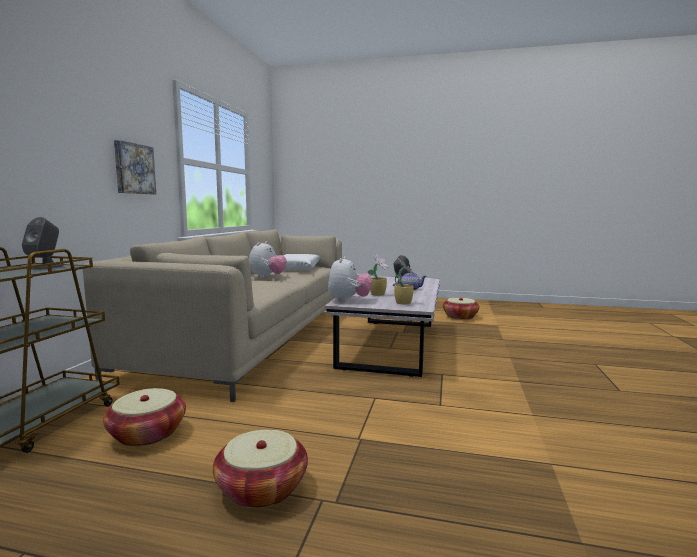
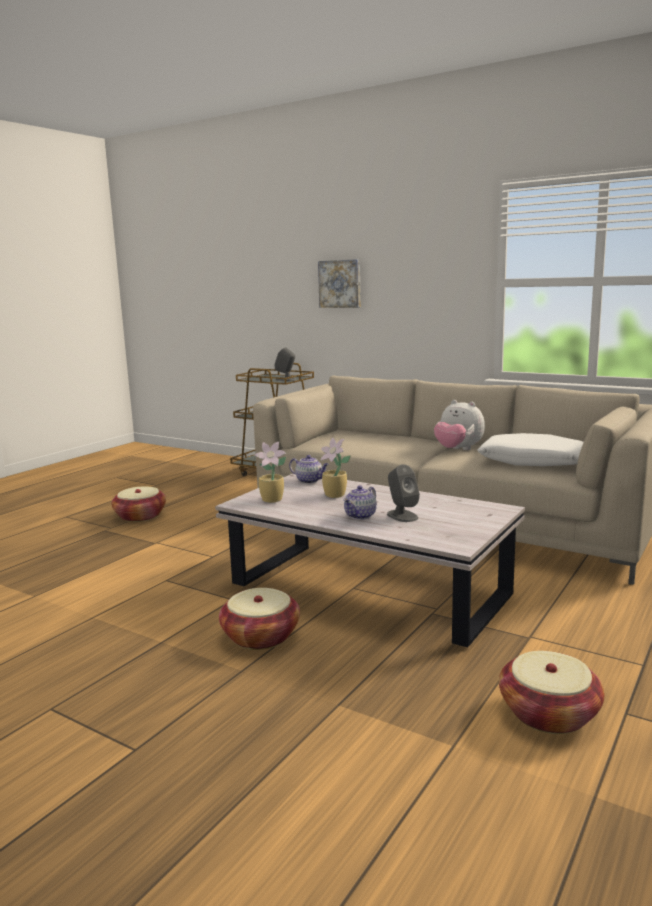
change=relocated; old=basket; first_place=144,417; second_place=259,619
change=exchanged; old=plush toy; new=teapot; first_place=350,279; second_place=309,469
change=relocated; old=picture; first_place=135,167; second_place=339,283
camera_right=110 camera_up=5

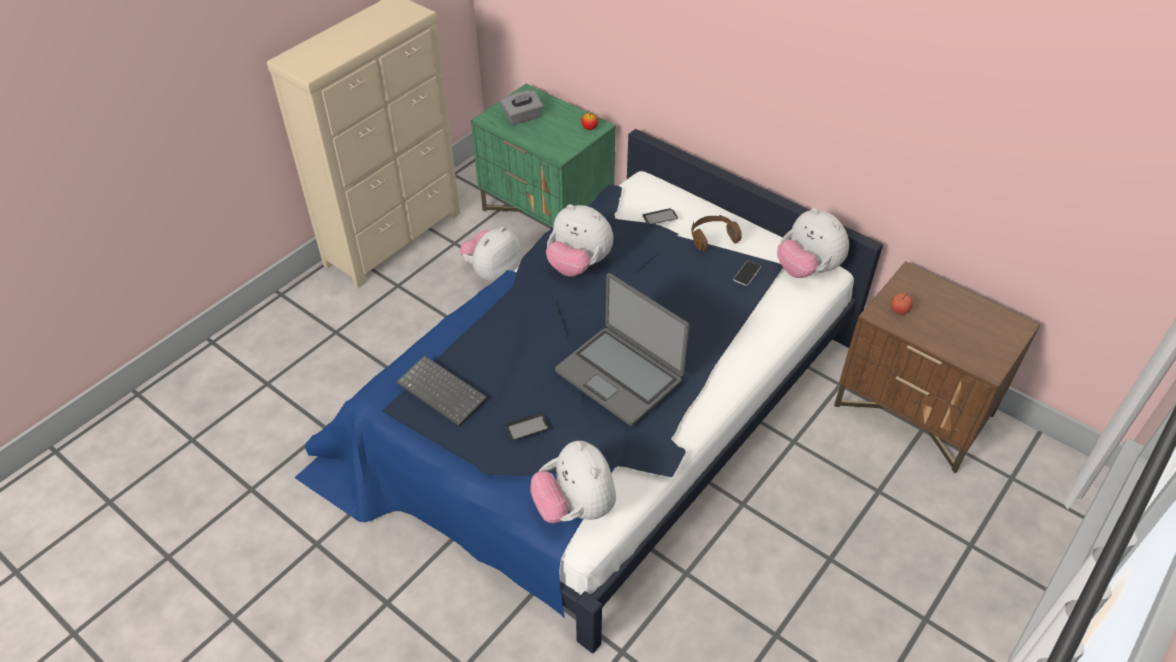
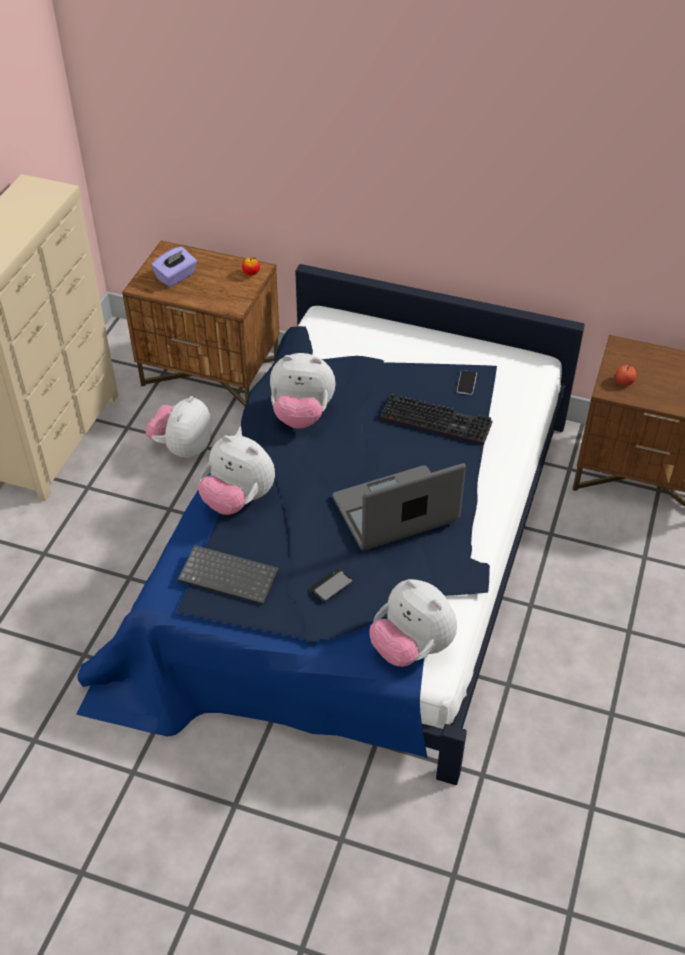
change=colour; old=nightstand (green); new=nightstand (brown); first_place=543,156; second_place=201,324
change=colour; old=tissue box (grey); new=tissue box (purple); first_place=522,107; second_place=174,266
change=relocated; old=plush toy; first_place=813,243; second_place=236,475
change=spun; old=laptop; first_place=622,349; second_place=399,507; degrees=135
change=appeared; new=keyboard; second_place=436,419
change=missing; old=phone; first_place=660,216
change=missing; old=headphones (brown); first_place=716,233
camera_right=-20 camera_up=0

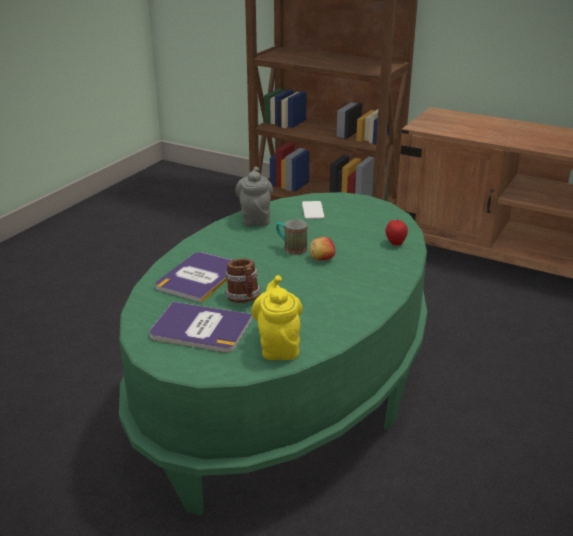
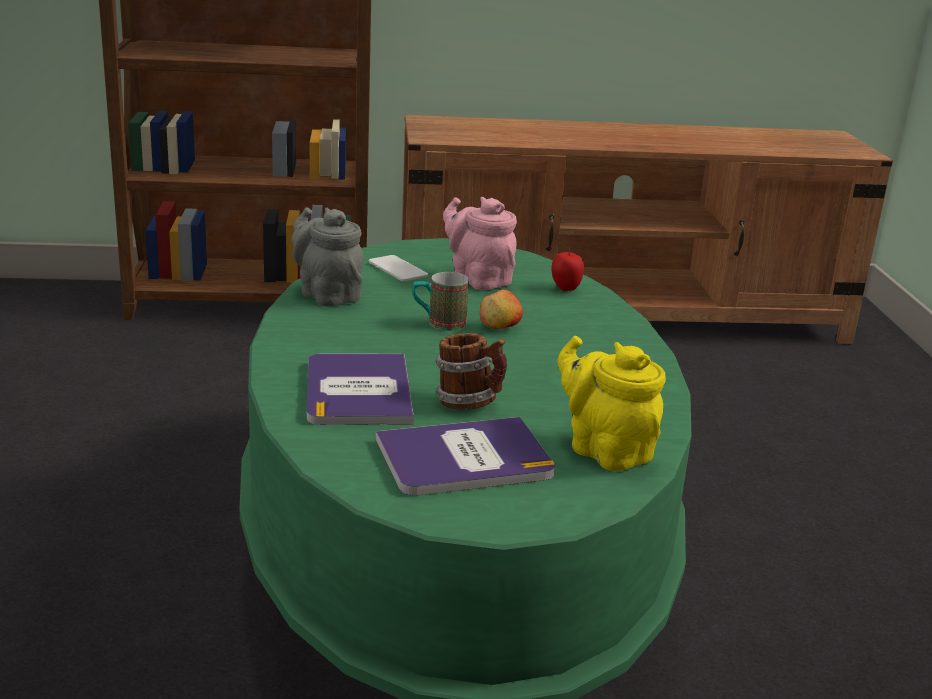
change=appeared; new=teapot (pink); second_place=480,243
camera_right=-35 camera_up=-5

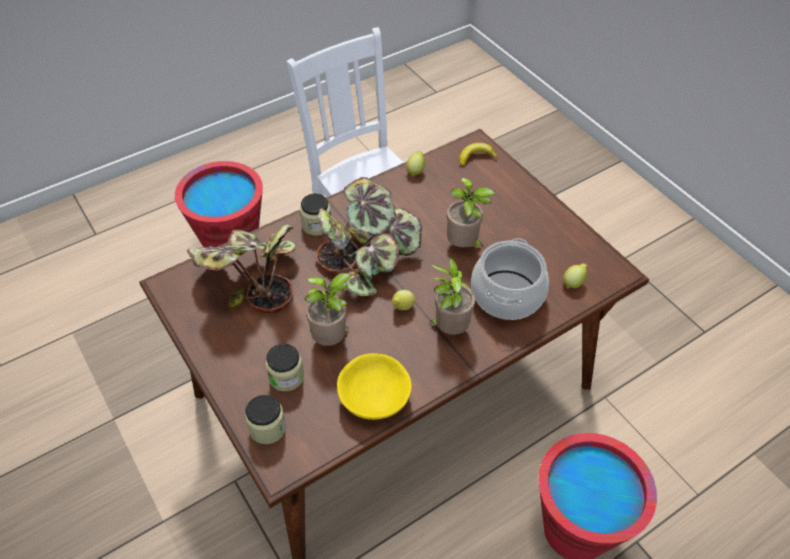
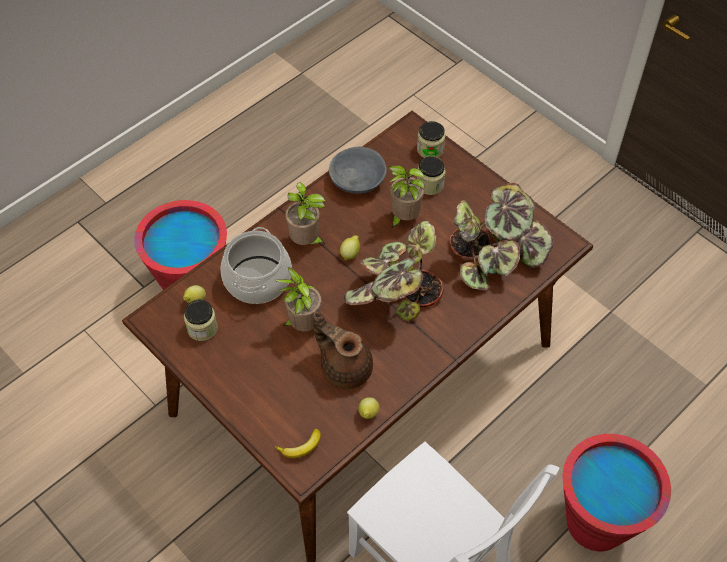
change=relocated; old=jar; first_place=315,214; second_place=201,320
change=appeared; new=teapot (brown); second_place=343,350
change=colour; old=bowl (yellow); new=bowl (grey); first_place=374,386; second_place=358,170
camera_right=170 camera_up=5

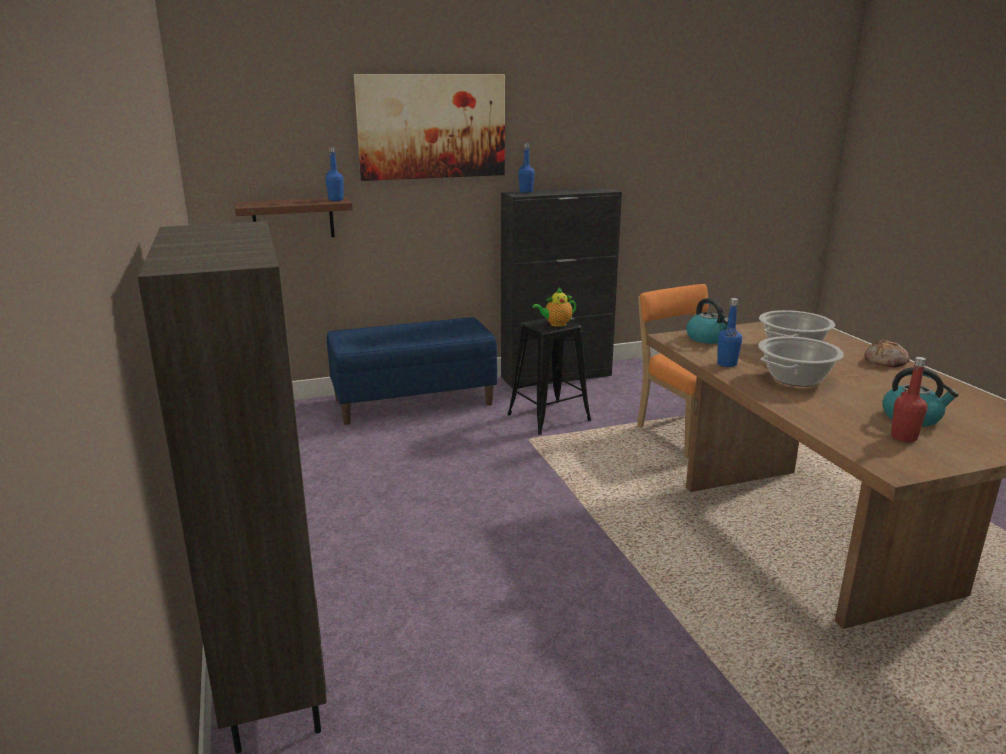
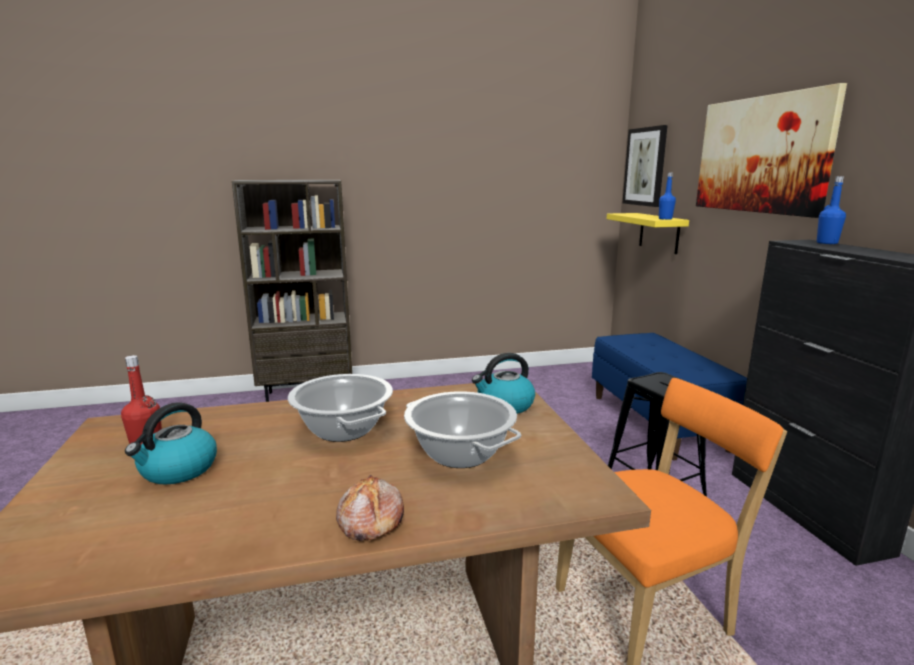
change=colour; old=shelf (brown); new=shelf (yellow); first_place=293,217; second_place=648,233
change=appeared; new=picture; second_place=645,166
change=missing; old=teapot; first_place=554,307
change=missing; old=bottle (blue); first_place=729,332
camera_right=95 camera_up=-5

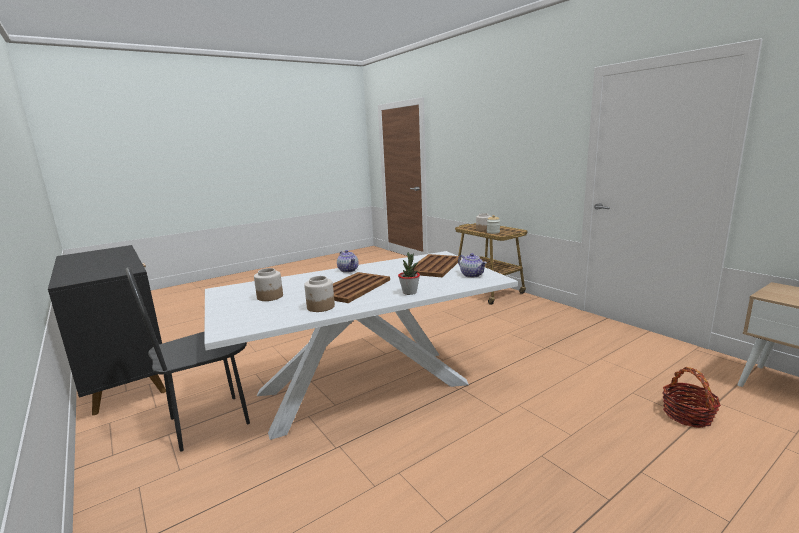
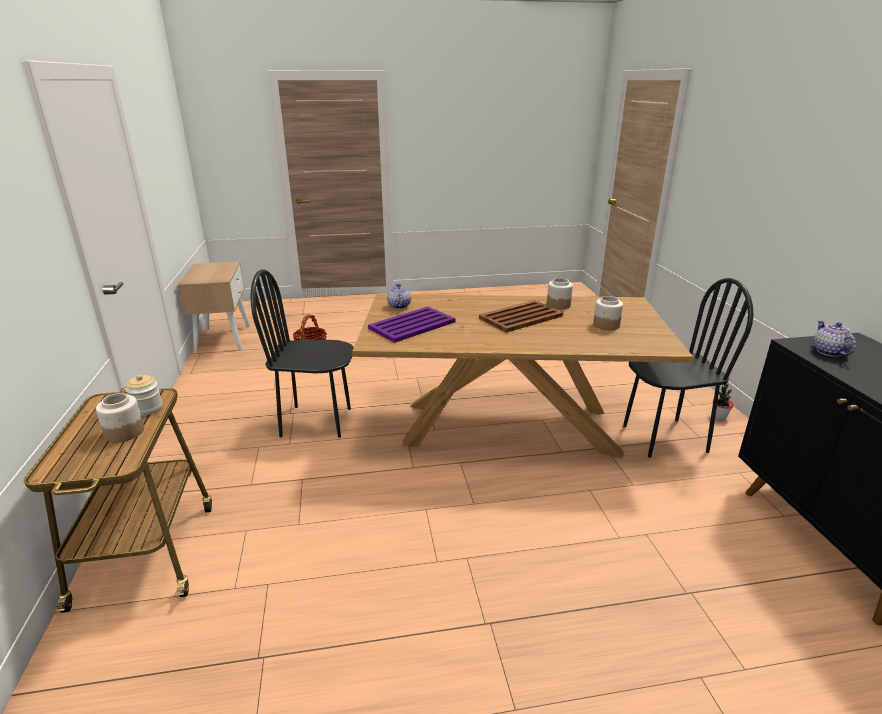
change=appeared; new=chair (black); second_place=302,353
change=colour; old=dining table (white); new=dining table (brown); first_place=361,345; second_place=522,376
change=colour; old=tray (brown); new=tray (purple); first_place=437,266; second_place=411,325
change=relocated; old=potted plant; first_place=409,273; second_place=723,402
change=relocated; old=teapot; first_place=348,261; second_place=834,338
camera_right=-155 camera_up=10

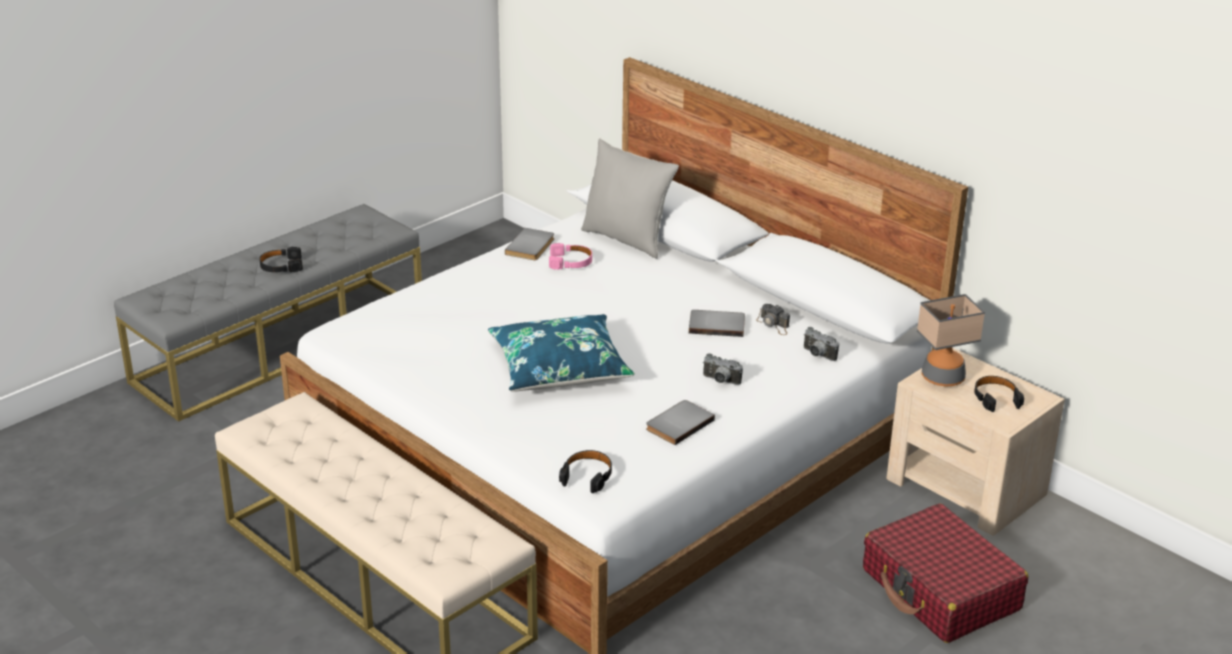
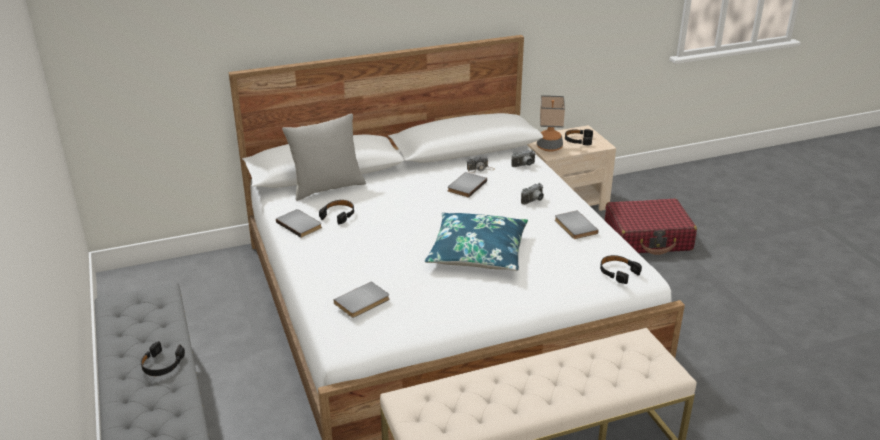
change=colour; old=headphones (pink); new=headphones (black); first_place=570,256; second_place=336,212
change=appeared; new=book (grey); second_place=361,299
camera_right=-65 camera_up=0

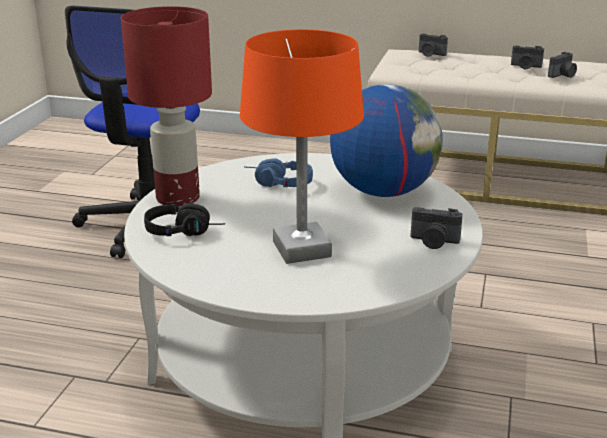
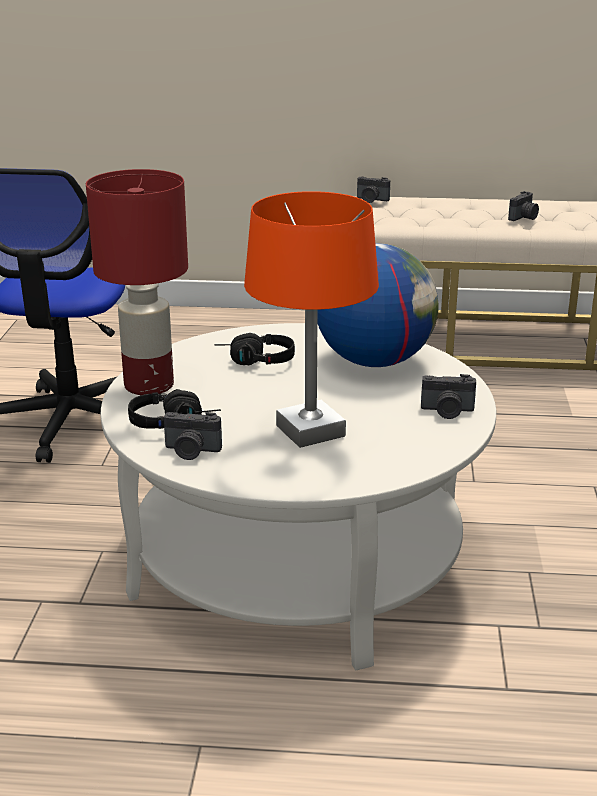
change=relocated; old=photo camera; first_place=527,57; second_place=193,436
change=colour; old=headphones (blue); new=headphones (black); first_place=278,172; second_place=254,349
camera_right=-10 camera_up=0

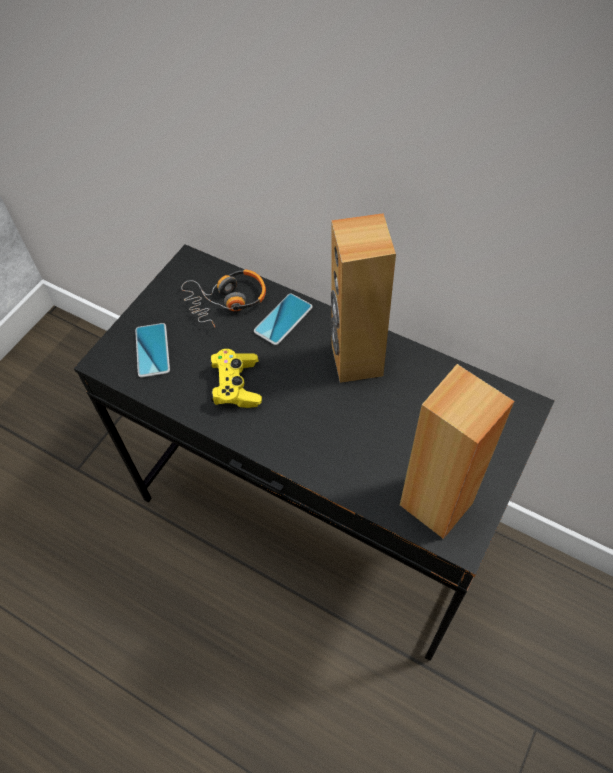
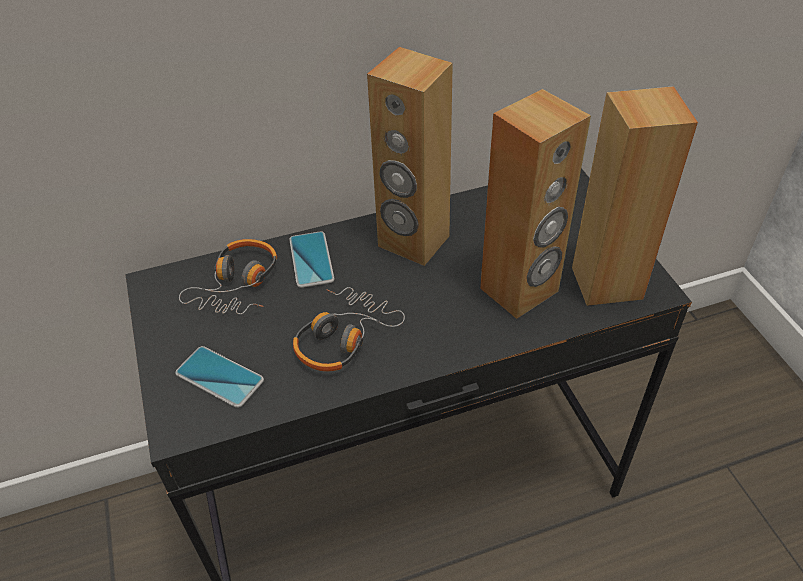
change=exchanged; old=game controller (yellow); new=headphones; first_place=236,378; second_place=349,329
change=appeared; new=speaker (brown); second_place=535,204
camera_right=-50 camera_up=-10

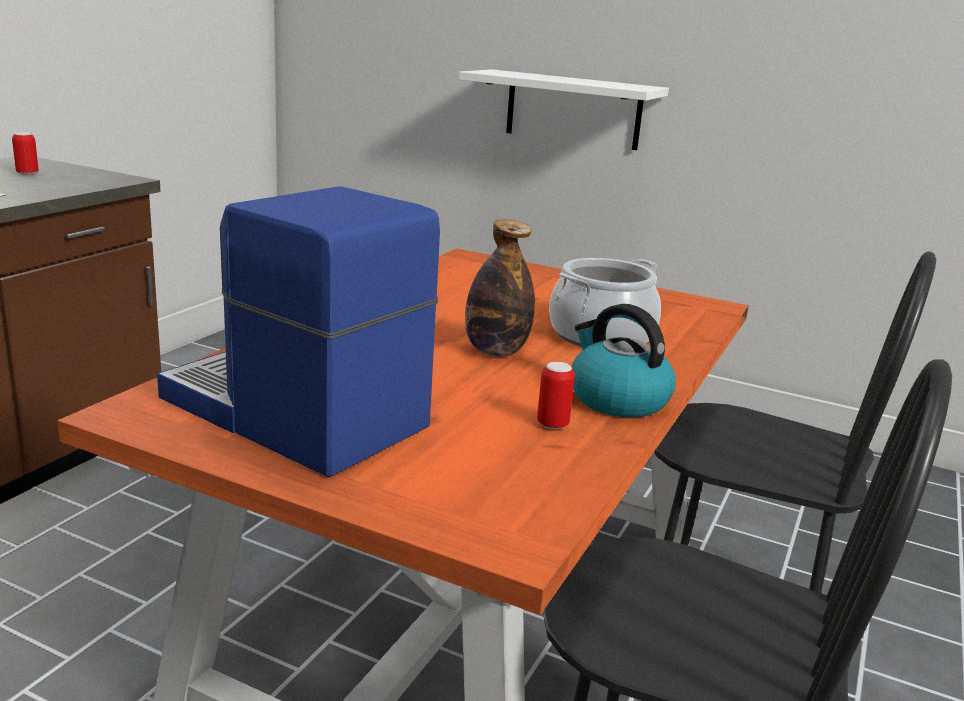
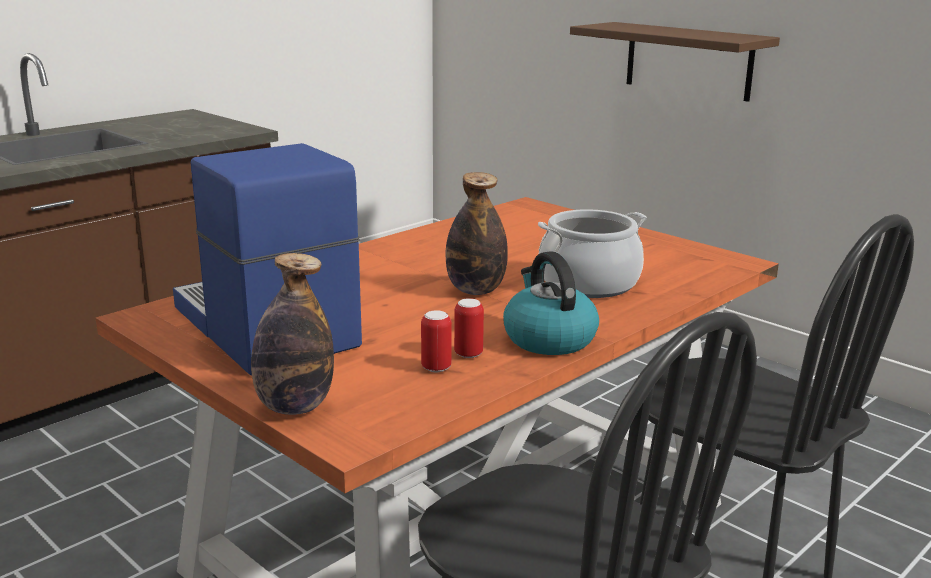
change=appeared; new=bottle; second_place=292,334
change=relocated; old=can; first_place=25,153; second_place=436,341
change=colour; old=shelf (white); new=shelf (brown); first_place=564,109; second_place=675,62
camera_right=20 camera_up=0

